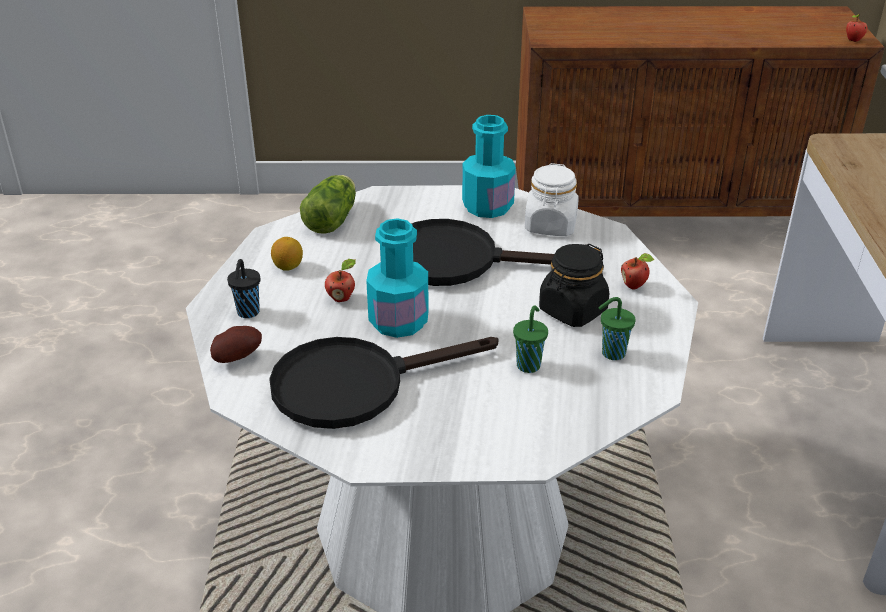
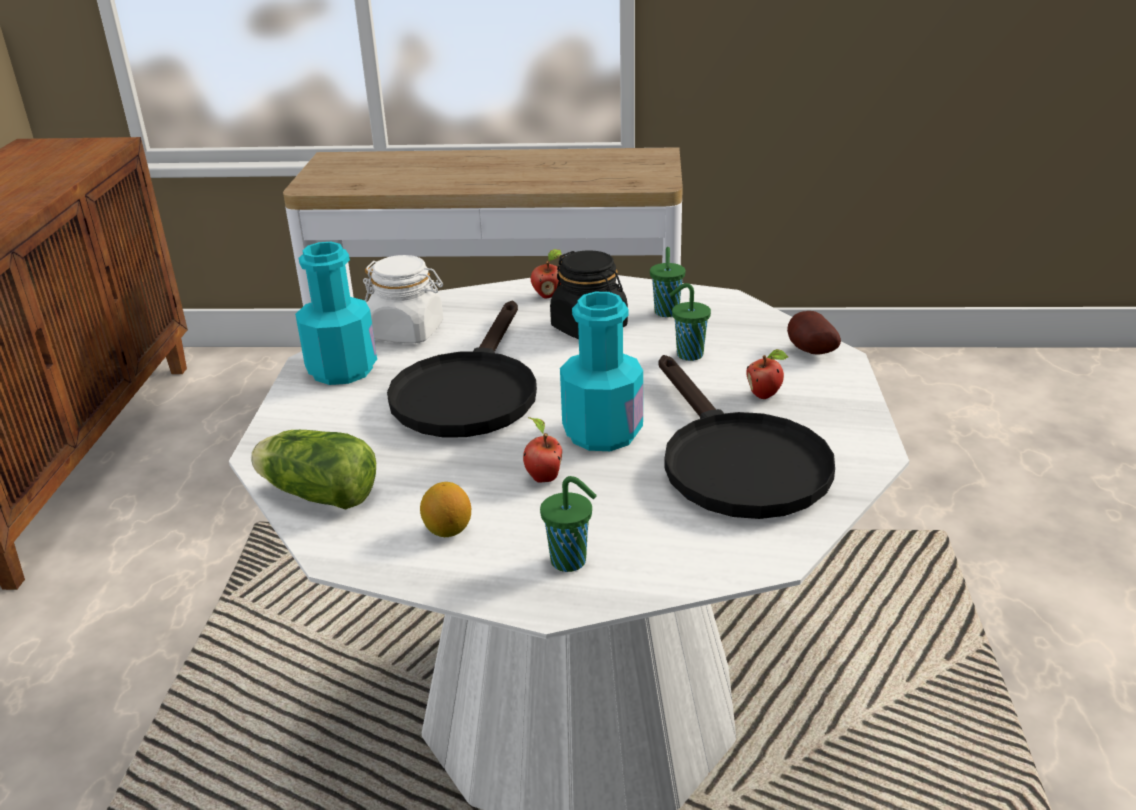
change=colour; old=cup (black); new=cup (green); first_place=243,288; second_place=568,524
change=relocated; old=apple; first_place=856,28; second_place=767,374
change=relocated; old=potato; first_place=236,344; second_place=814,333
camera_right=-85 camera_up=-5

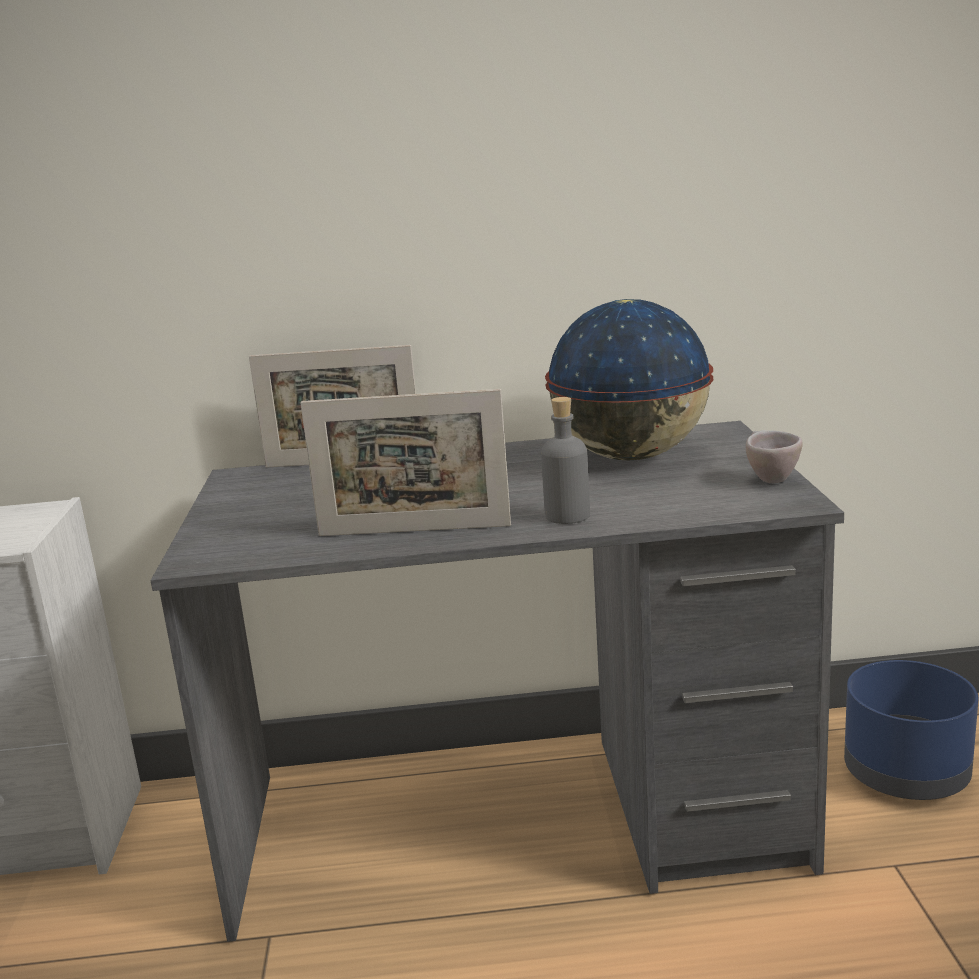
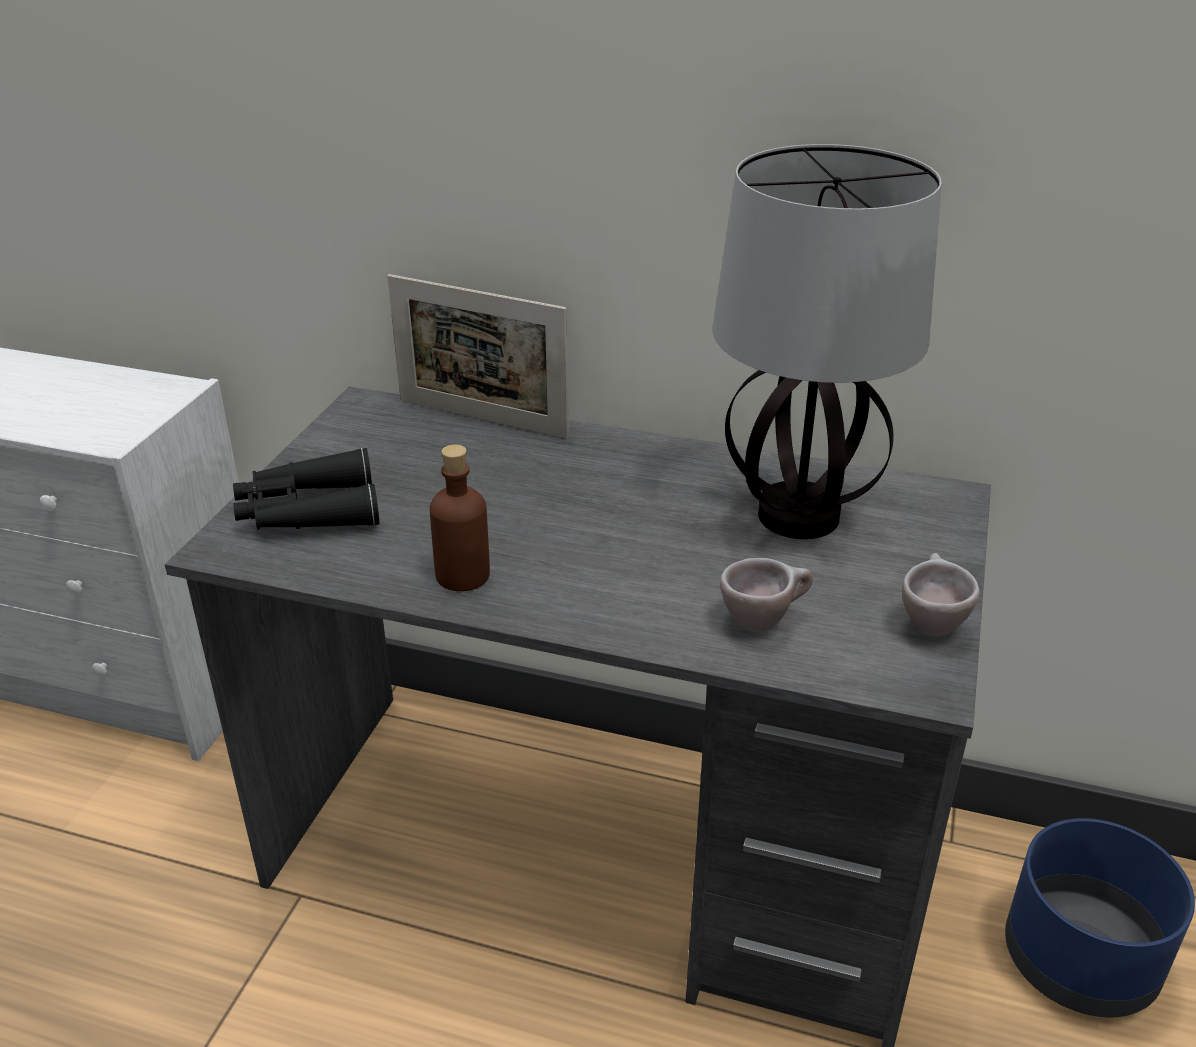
change=appeared; new=binoculars (black); second_place=306,489
change=exchanged; old=picture frame; new=bottle (brown); first_place=405,462; second_place=460,517
change=exchanged; old=globe; new=table lamp; first_place=629,379; second_place=827,341
change=appeared; new=cup (beige); second_place=766,595
change=missing; old=bottle (grey); first_place=565,460
camera_right=20 camera_up=15

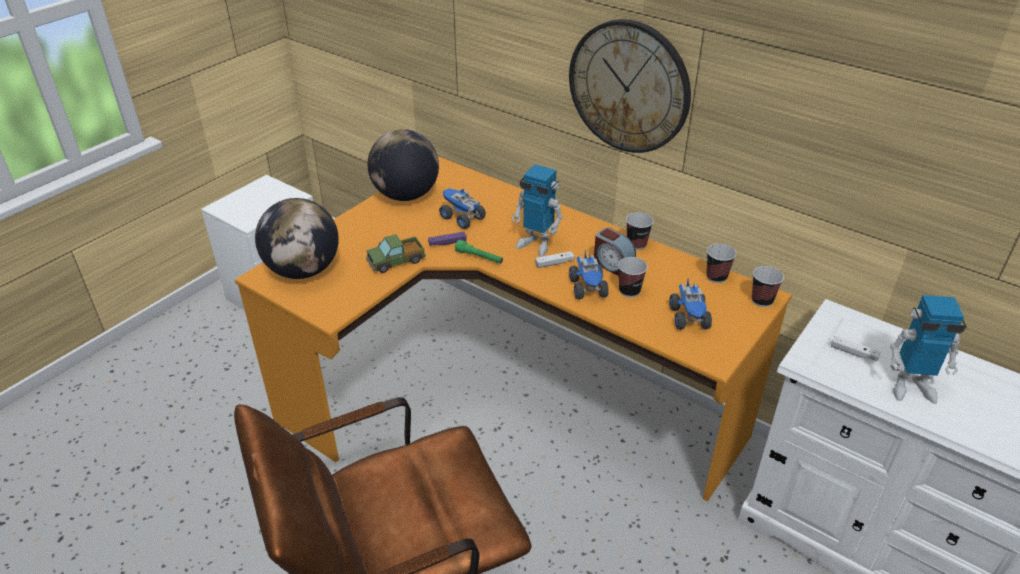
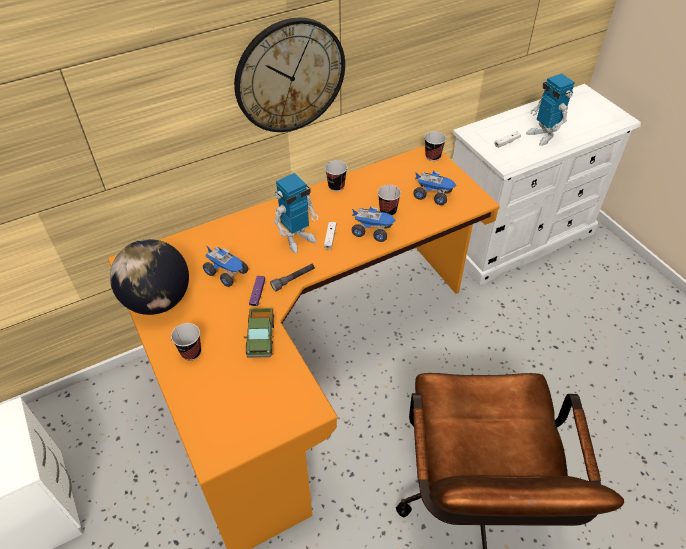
change=relocated; old=cup; first_place=721,263; second_place=186,341
change=spun; old=toy truck; first_place=462,208; second_place=225,266; degrees=-120
change=colour; old=flashlight (green); new=flashlight (grey); first_place=479,252; second_place=292,277
change=spun; old=toy robot; first_place=928,349; second_place=550,110; degrees=120
change=missing; old=globe; first_place=297,238
change=missing; old=alarm clock; first_place=615,252
camera_right=-65 camera_up=10

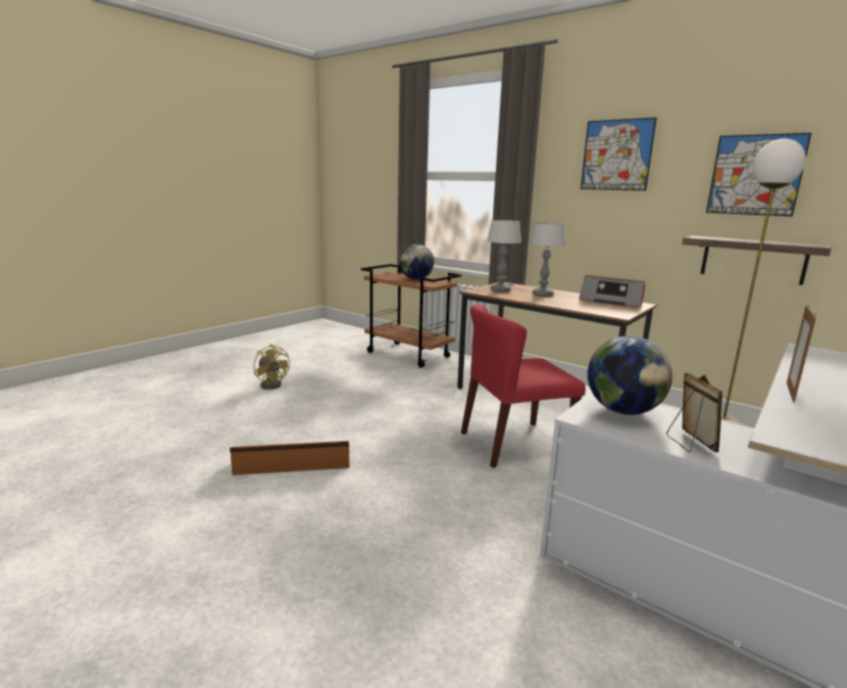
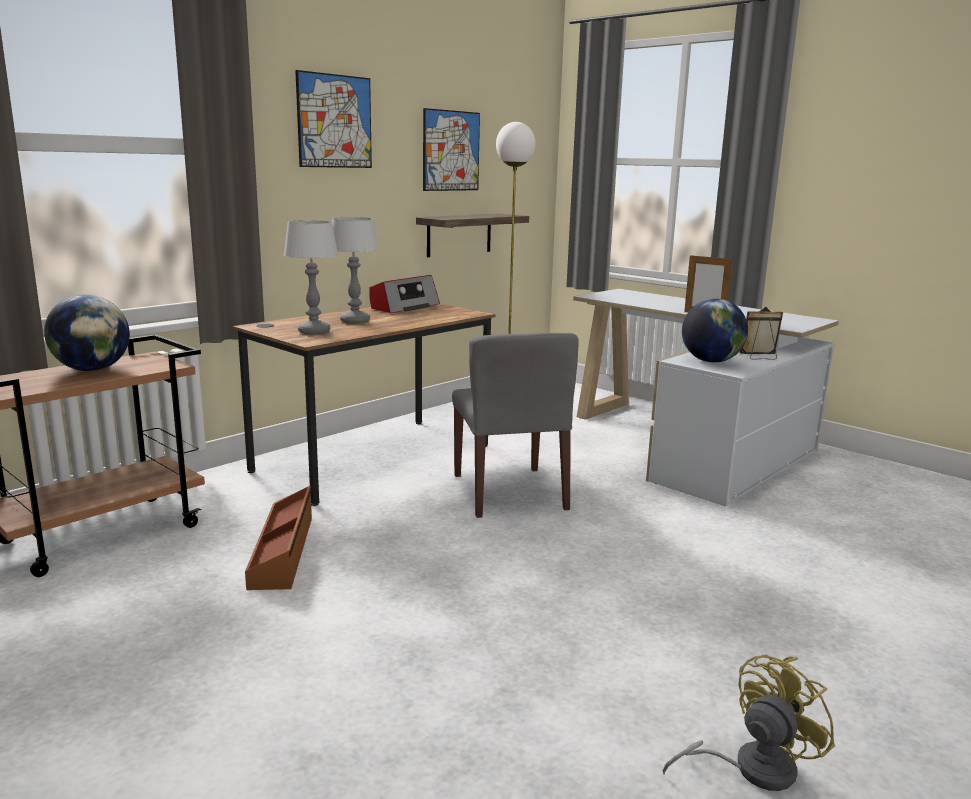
change=relocated; old=storage box (brown); first_place=289,458; second_place=278,538
change=colour; old=chair (red); new=chair (grey); first_place=523,386; second_place=515,425
change=relocated; old=fan (yellow); first_place=272,367; second_place=749,722
camera_right=-85 camera_up=0

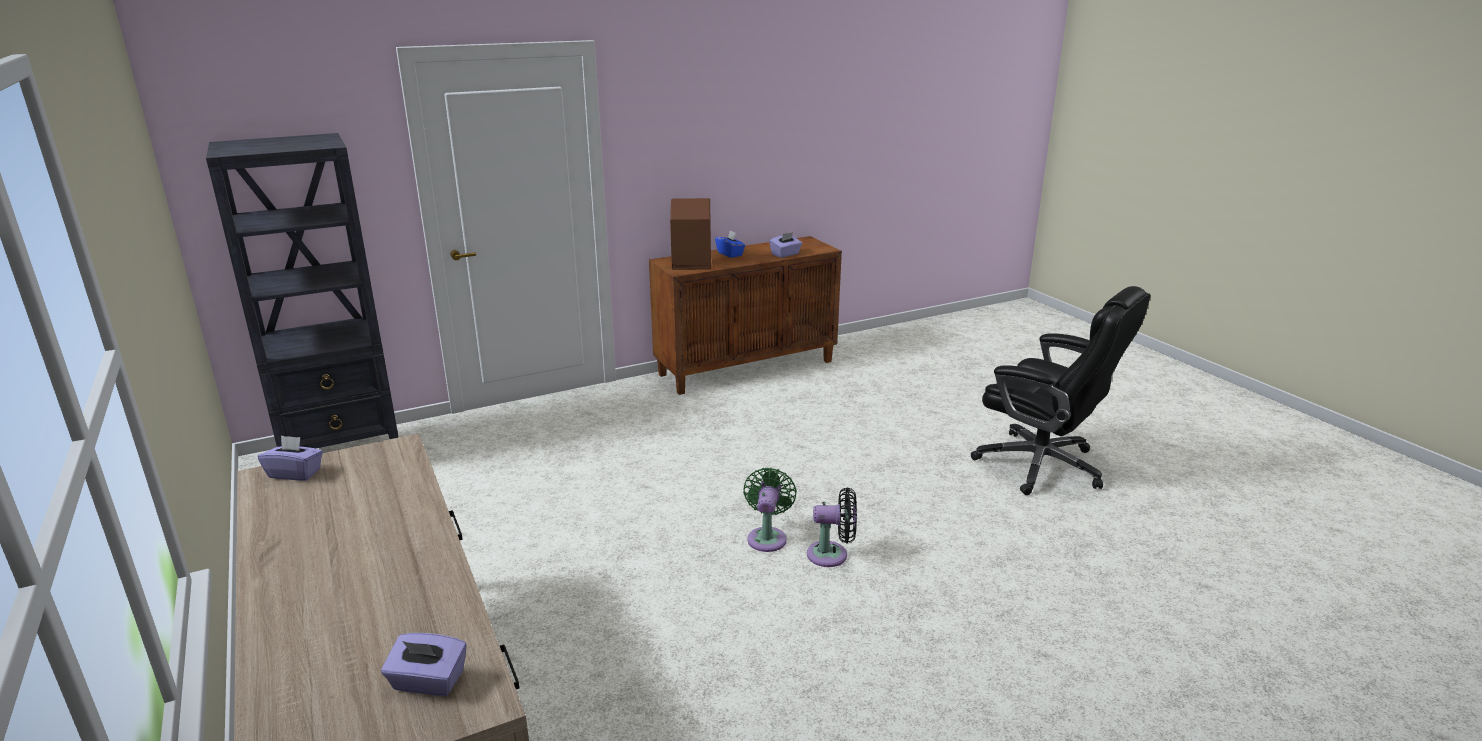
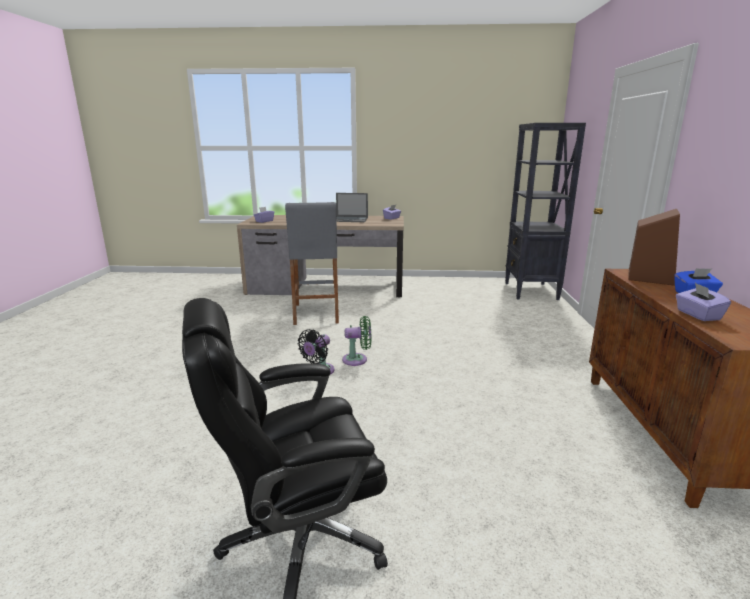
change=appeared; new=stool (grey); second_place=312,263
change=appeared; new=laptop; second_place=352,207
change=spun; old=fan (green); first_place=770,509; second_place=356,341; degrees=-45
camera_right=120 camera_up=-5

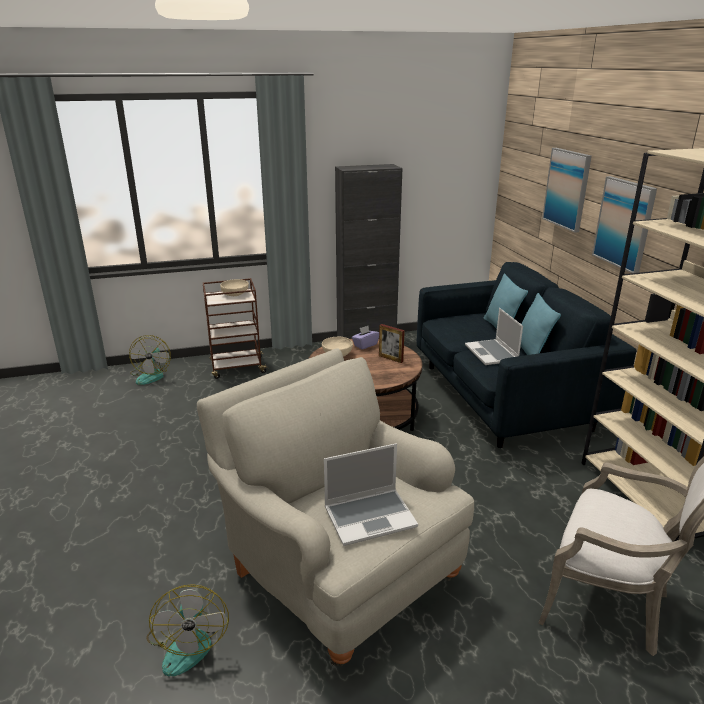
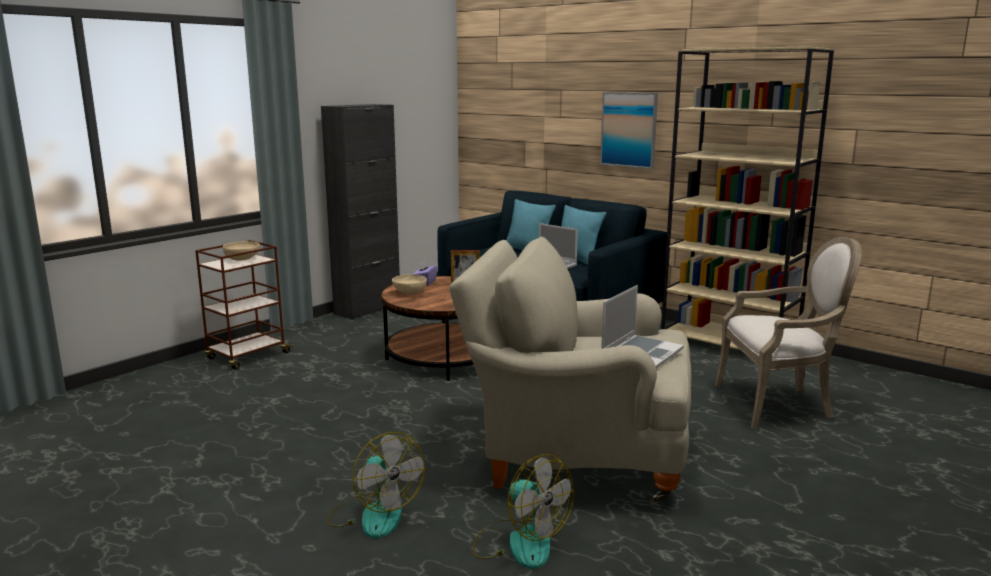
change=relocated; old=fan; first_place=150,360; second_place=376,485
change=missing; old=picture; first_place=567,190
camera_right=-35 camera_up=-10

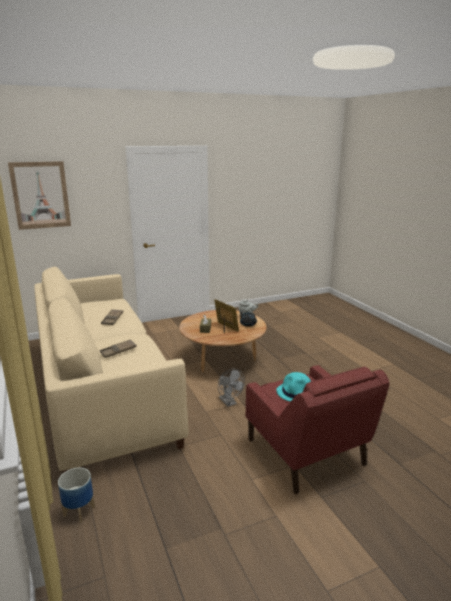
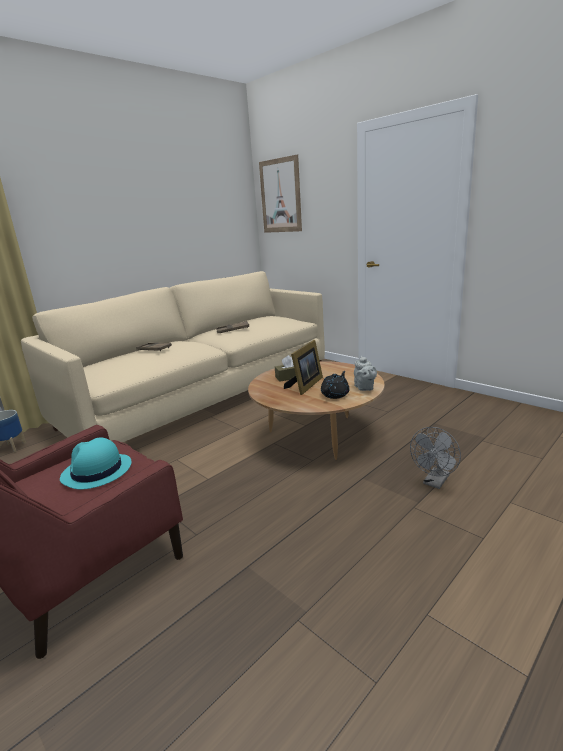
change=relocated; old=fan (grey); first_place=231,388; second_place=435,458
camera_right=70 camera_up=0

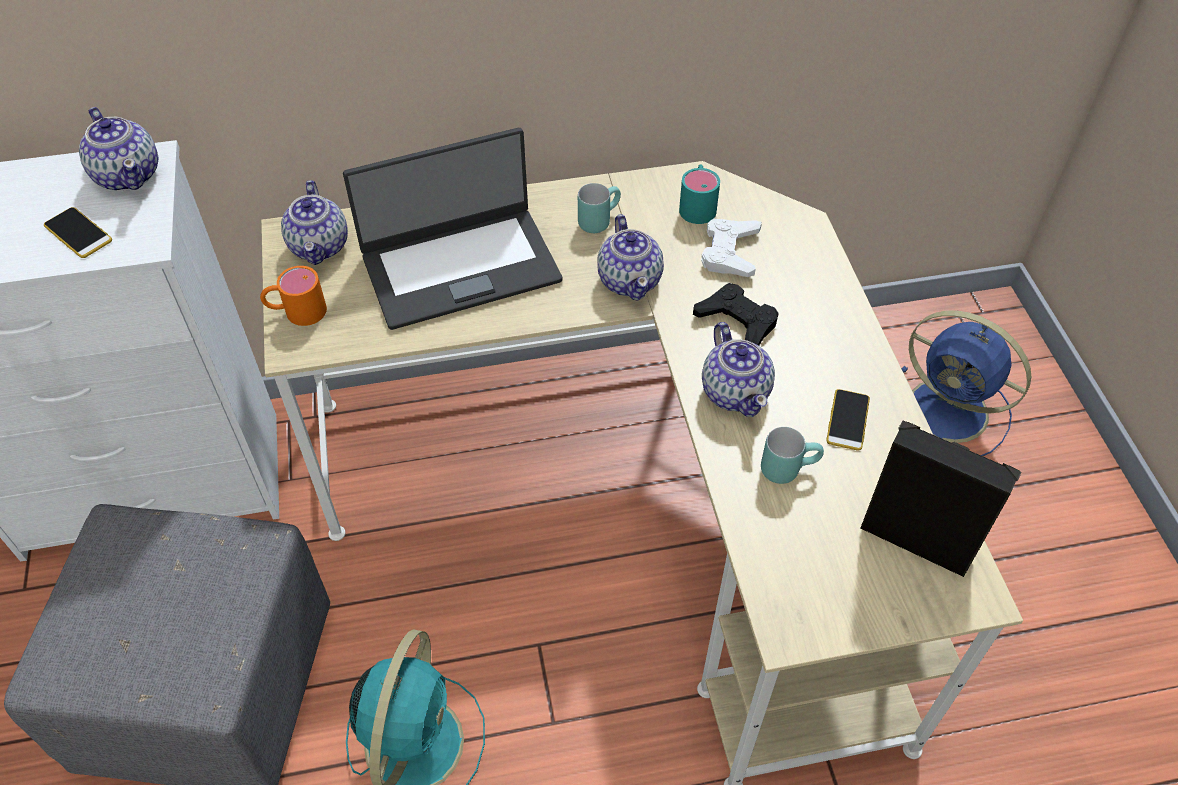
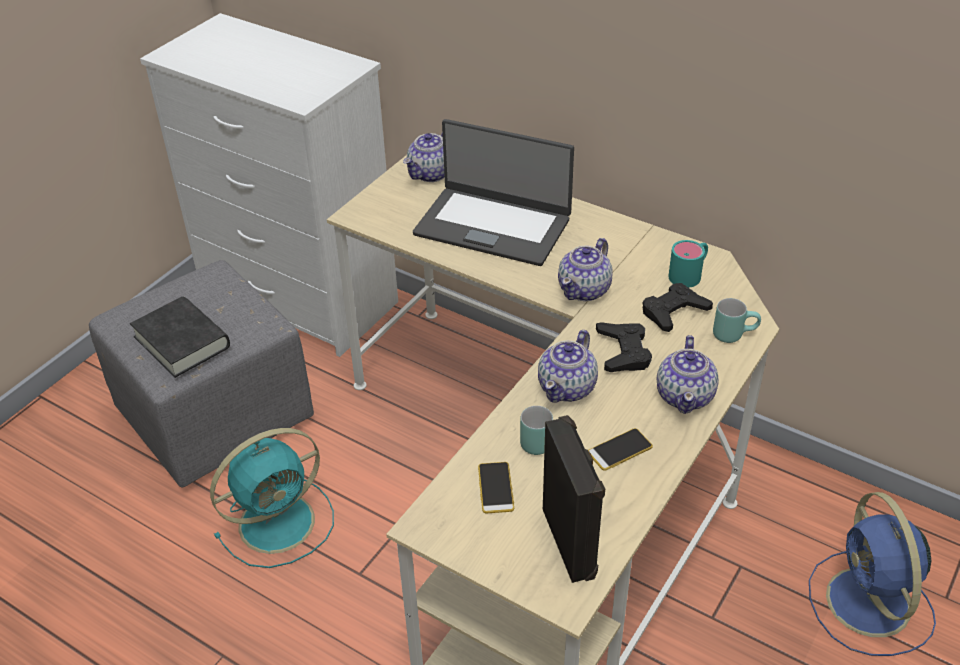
change=appeared; new=book (black); second_place=180,337
change=relocated; old=phone; first_place=78,232; second_place=496,487
change=colour; old=game controller (white); new=game controller (black); first_place=731,248; second_place=678,307
change=relocated; old=teapot; first_place=118,149; second_place=688,374
change=relocated; old=mug (turquoise); first_place=599,208; second_place=737,320
change=missing; old=mug (orange); first_place=293,296
camera_right=45 camera_up=-10

